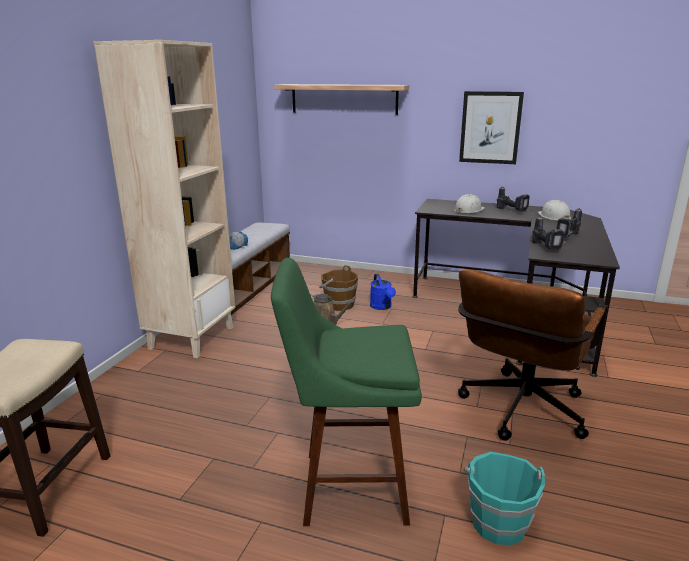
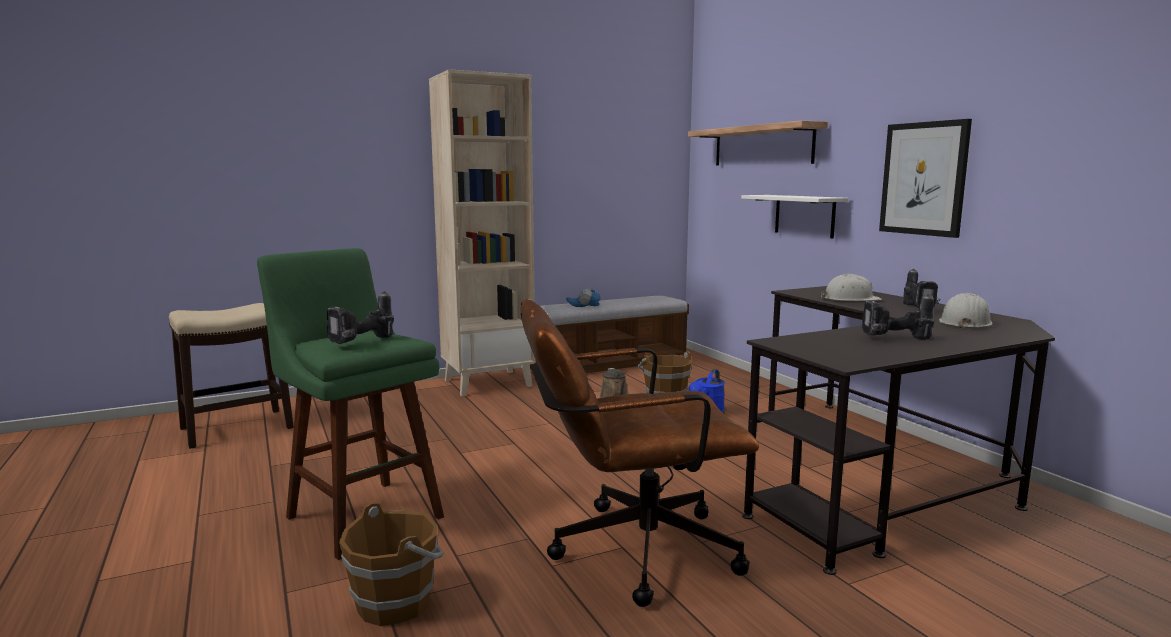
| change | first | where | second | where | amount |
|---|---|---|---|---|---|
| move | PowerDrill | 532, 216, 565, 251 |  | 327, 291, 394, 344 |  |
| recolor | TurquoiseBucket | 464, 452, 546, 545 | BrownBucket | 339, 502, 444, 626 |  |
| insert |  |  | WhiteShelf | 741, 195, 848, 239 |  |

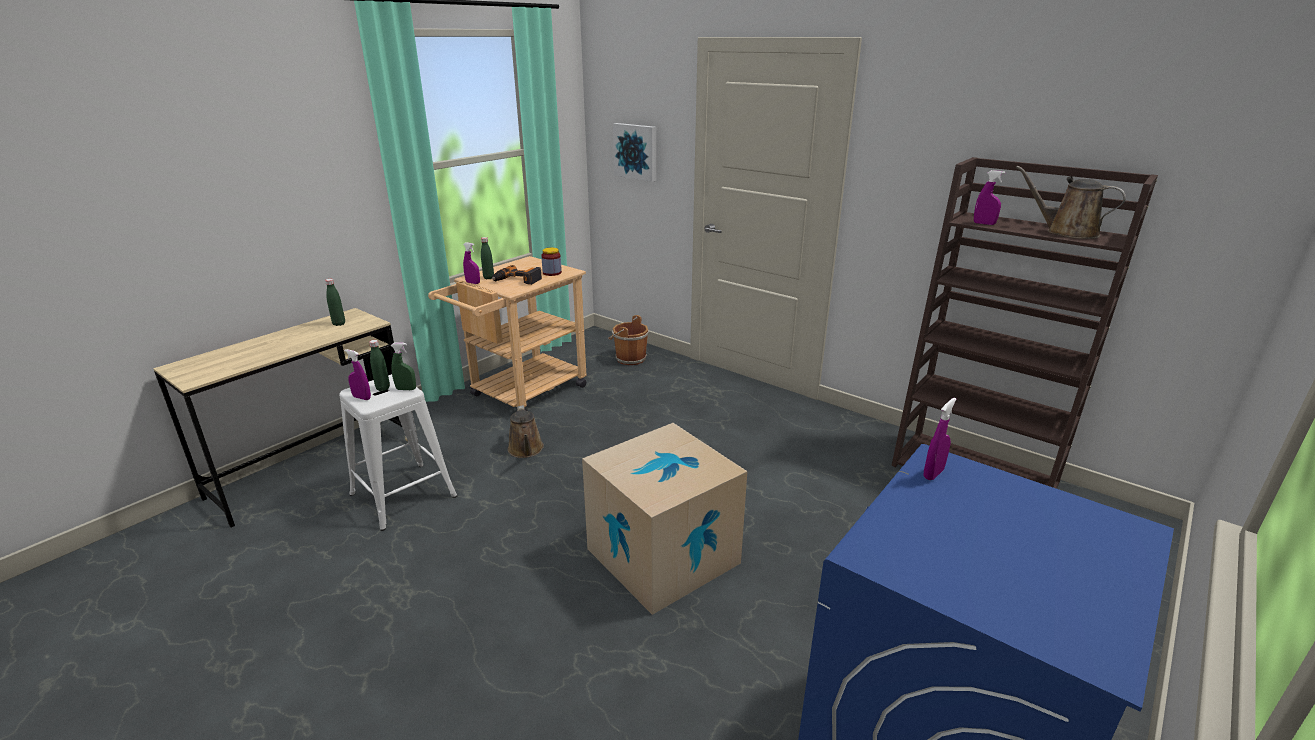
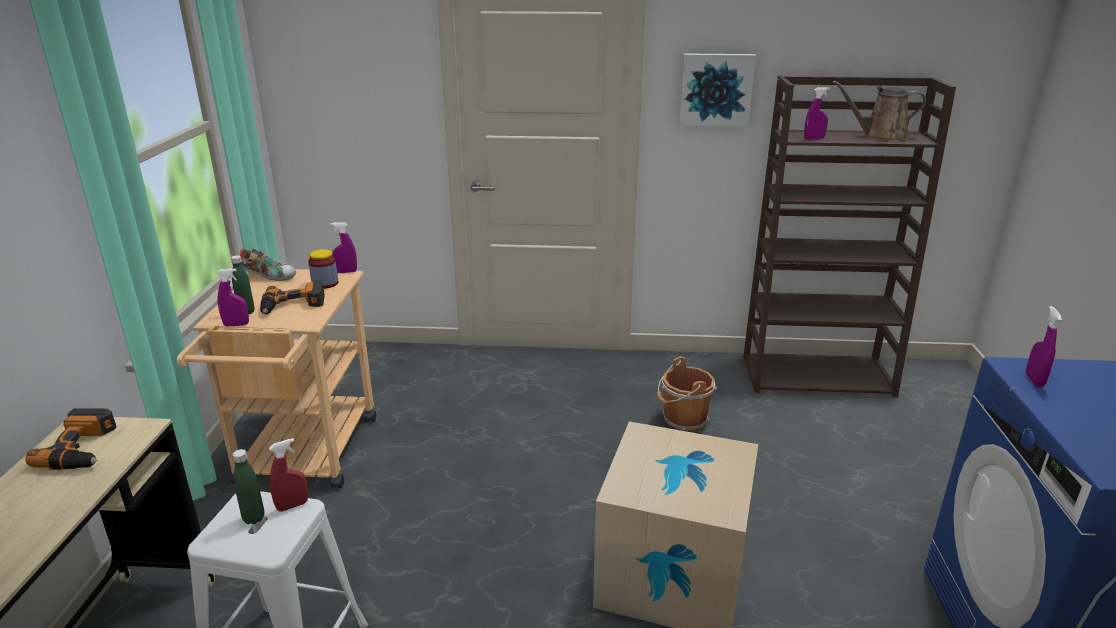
| change | first | where | second | where | amount |
|---|---|---|---|---|---|
| move | Picture | 613, 123, 656, 182 |  | 679, 54, 756, 127 |  |
| replace | GreenBottle | 325, 279, 345, 326 | PowerDrill | 25, 408, 117, 470 |  |
| move | BrownBucket | 609, 315, 649, 365 |  | 657, 357, 717, 432 |  |
| recolor | GreenSprayBottle | 391, 343, 416, 390 | RedSprayBottle | 269, 438, 308, 511 |  |
| move | PurpleSprayBottle | 344, 349, 371, 400 |  | 331, 222, 357, 273 |  |
| delete | BrownWateringCan | 508, 405, 544, 458 |  |  |  |
| insert |  |  | Shoe | 240, 249, 296, 281 |  |

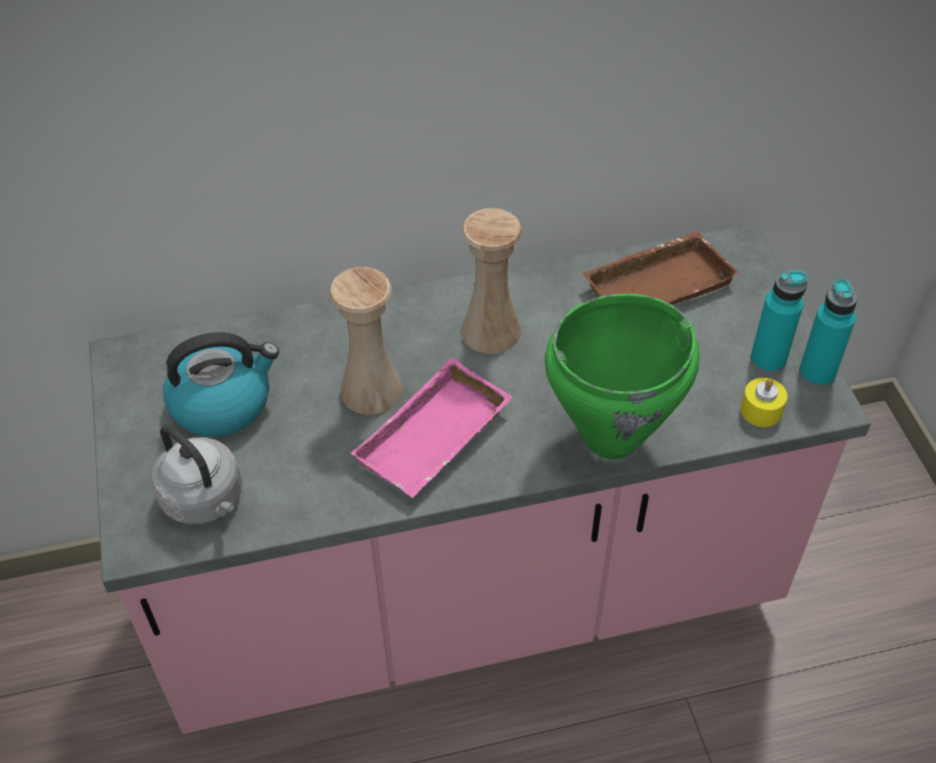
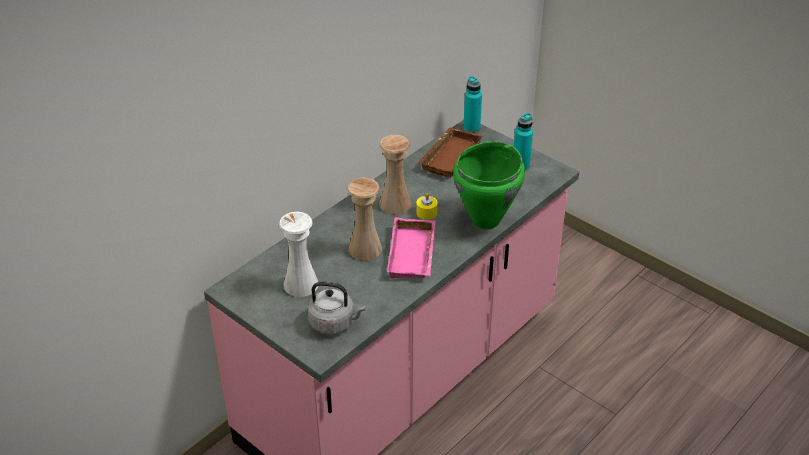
| change | first | where | second | where | amount |
|---|---|---|---|---|---|
| move | TurquoiseBottle | 799, 279, 857, 387 |  | 463, 76, 482, 133 |  |
| replace | Kettle | 163, 332, 279, 437 | WhiteVase | 279, 212, 318, 297 |  |
| move | YellowCandle | 740, 378, 787, 427 |  | 416, 193, 437, 220 |  |

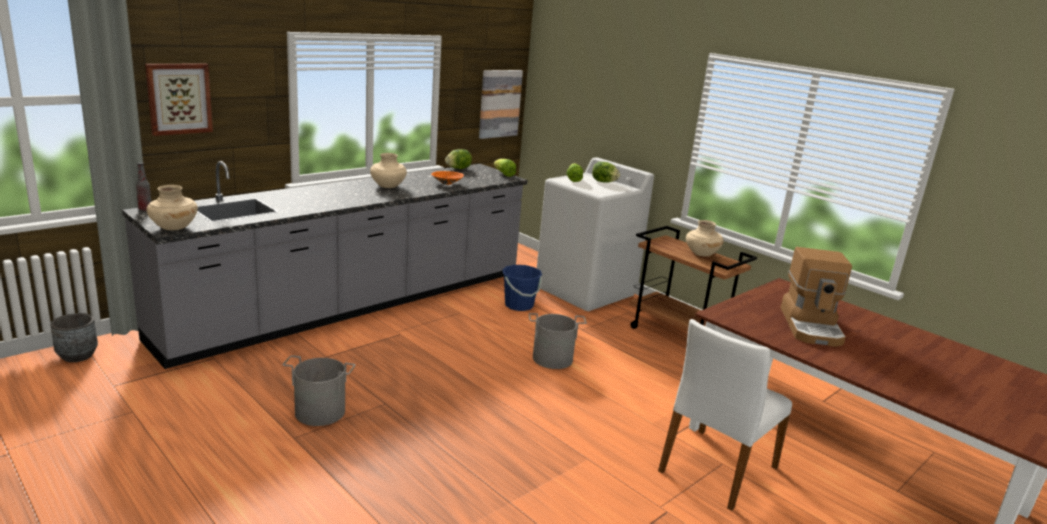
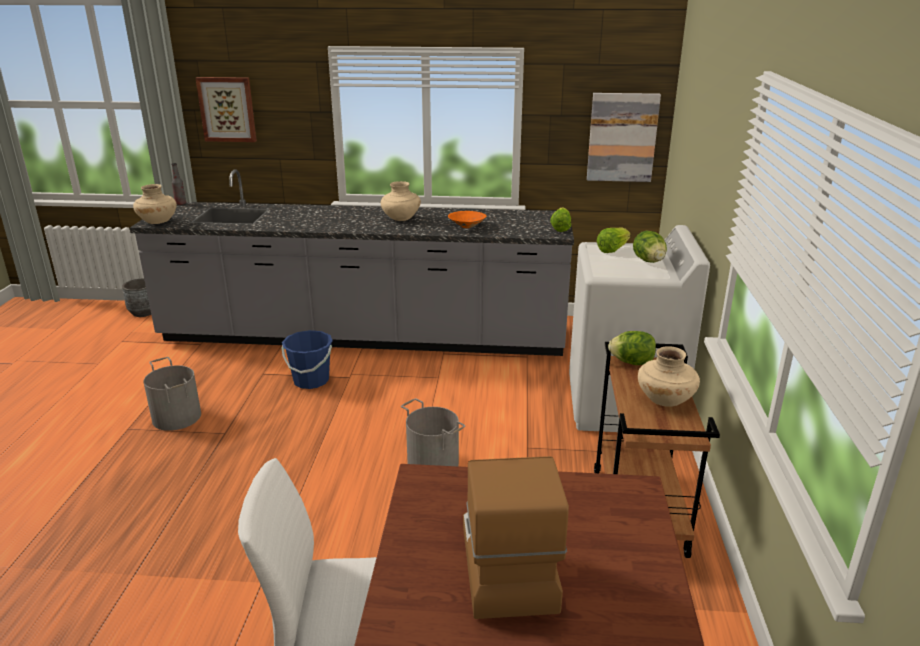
| change | first | where | second | where | amount |
|---|---|---|---|---|---|
| move | Lettuce | 445, 149, 472, 169 |  | 608, 331, 656, 365 |  |
| rotate | CoffeeMachine | 781, 247, 852, 347 |  | 463, 456, 569, 619 | 120 degrees clockwise |
| move | BlueBucket | 502, 265, 542, 311 |  | 281, 330, 333, 389 |  |

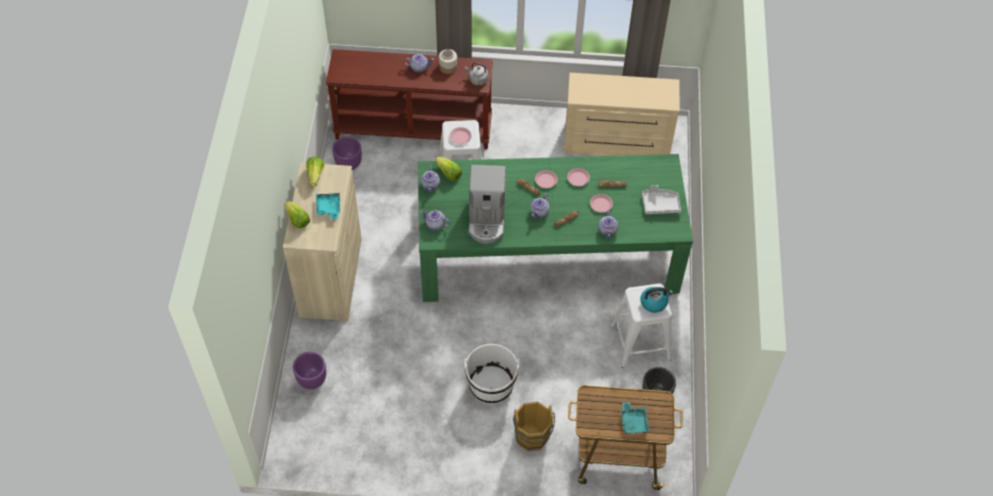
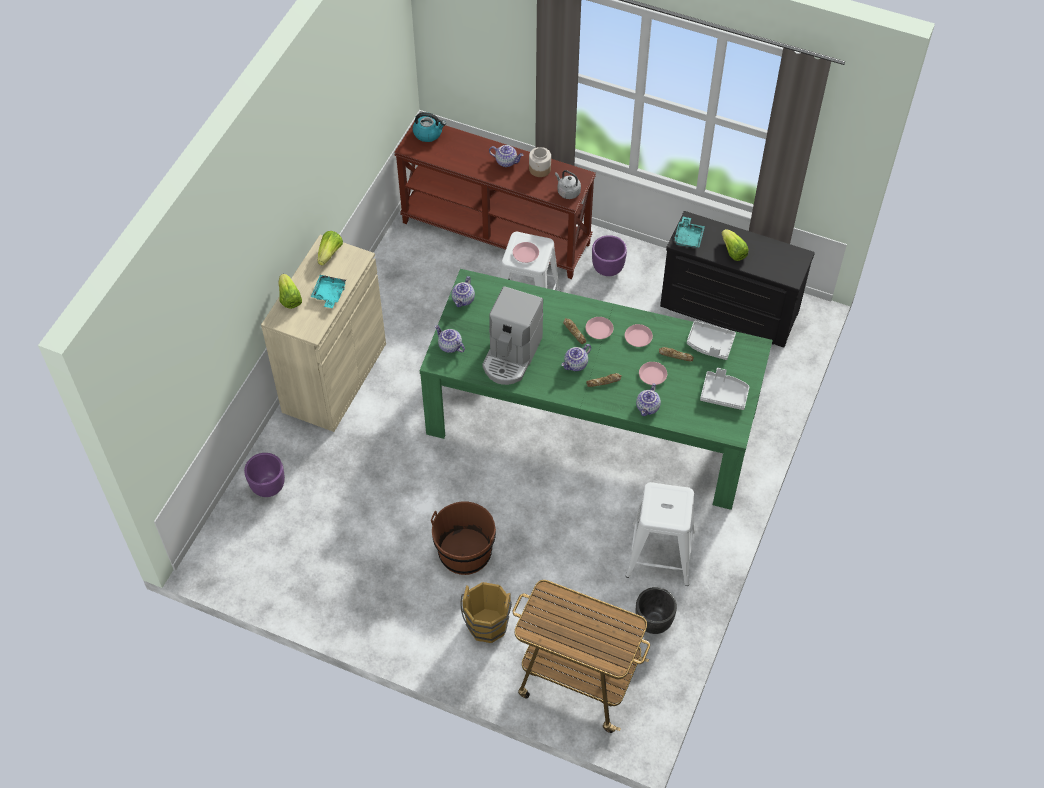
| change | first | where | second | where | amount |
|---|---|---|---|---|---|
| recolor | BeigeDresser | 564, 73, 680, 156 | BlackDresser | 660, 211, 815, 348 |  |
| move | PurplePlanter | 332, 137, 362, 170 |  | 592, 235, 627, 276 |  |
| move | Lettuce | 435, 157, 462, 181 |  | 721, 229, 749, 261 |  |
| move | Kettle | 640, 287, 673, 313 |  | 413, 112, 446, 142 |  |
| recolor | WhiteBucket | 465, 344, 519, 404 | BrownBucket | 431, 501, 496, 575 |  |
| move | TurquoiseTray | 621, 402, 650, 434 |  | 674, 217, 705, 248 |  |
| insert |  |  | GreyTray | 687, 321, 736, 360 |  |

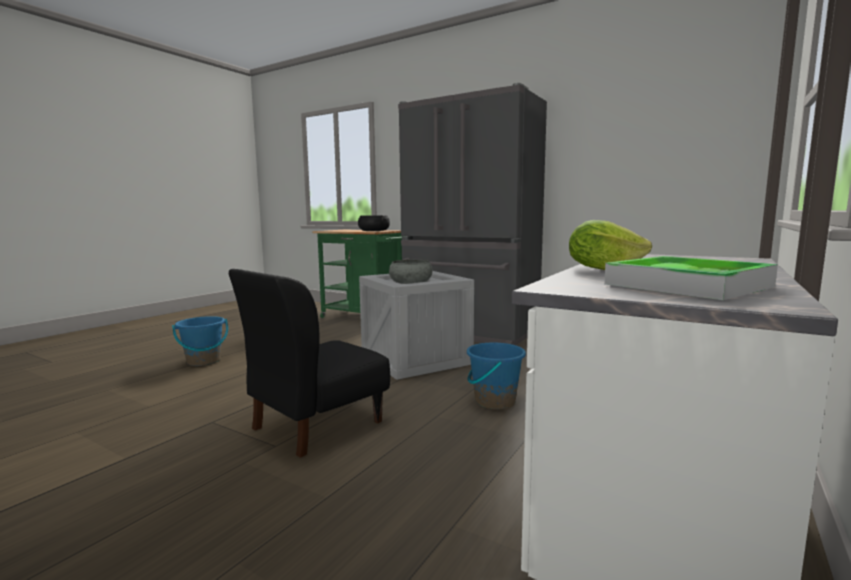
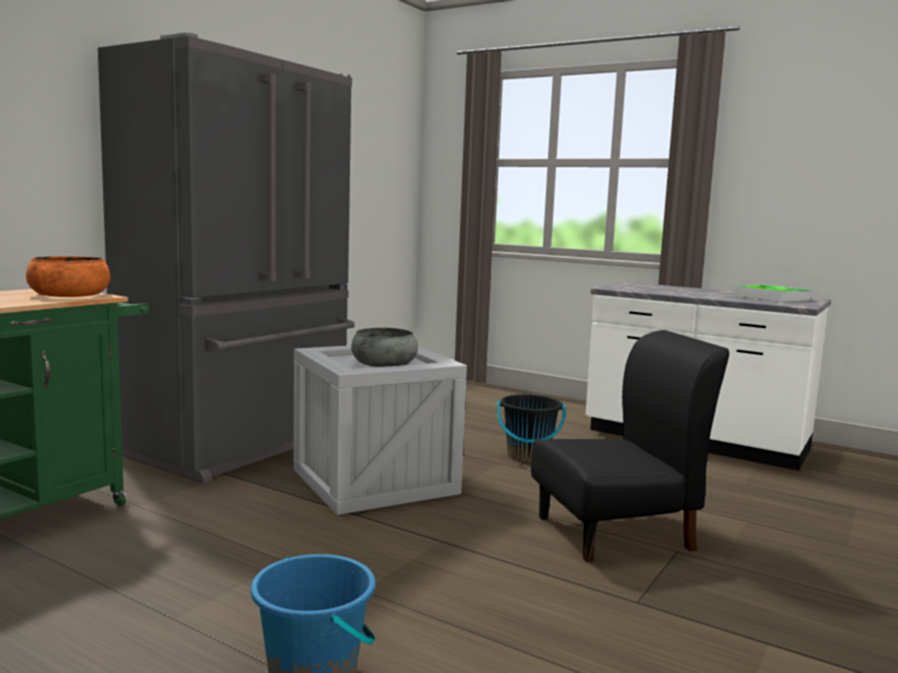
| change | first | where | second | where | amount |
|---|---|---|---|---|---|
| recolor | BlackBowl | 358, 215, 390, 231 | OrangeBowl | 26, 256, 111, 297 |  |
| delete | Lettuce | 569, 220, 652, 270 |  |  |  |
| rotate | BlackChair | 229, 269, 390, 458 |  | 531, 330, 729, 562 | 60 degrees counterclockwise |
| recolor | BlueBucket | 467, 343, 526, 410 | BlackBucket | 497, 394, 566, 463 |  |

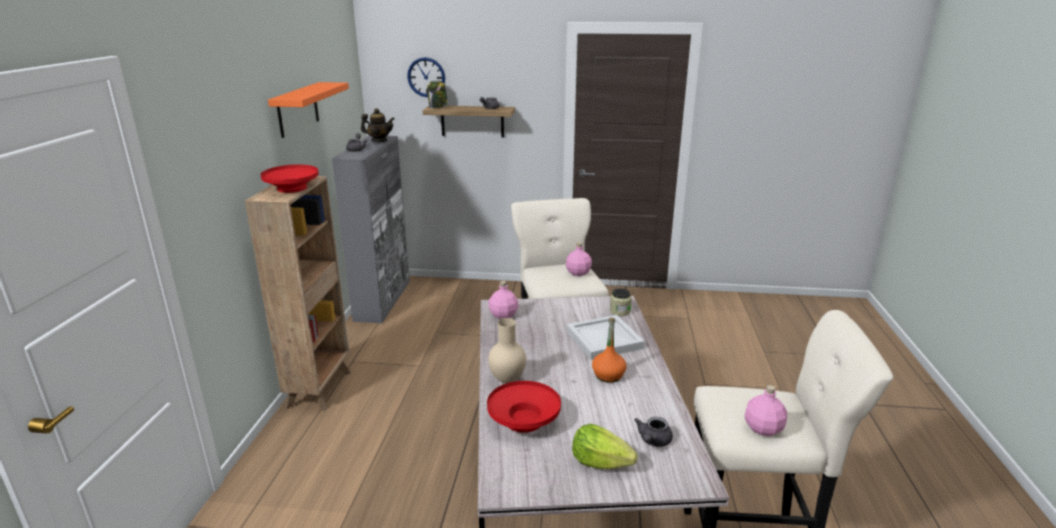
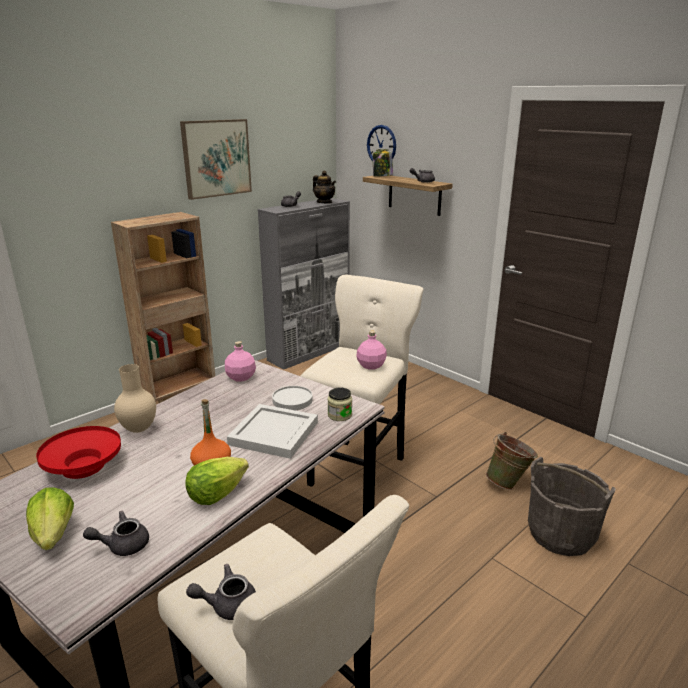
| change | first | where | second | where | amount |
|---|---|---|---|---|---|
| replace | OrangeShelf | 268, 82, 349, 138 | Picture | 180, 119, 252, 200 |  |
| delete | RedBowl | 260, 164, 319, 193 |  |  |  |
| replace | PinkBottle | 744, 385, 787, 436 | GreyTeapot | 186, 564, 256, 620 |  |
| insert |  |  | WhitePlate | 272, 386, 312, 410 |  |
| insert |  |  | GreenBucket | 486, 432, 538, 490 |  |
| insert |  |  | Lettuce | 185, 457, 249, 505 |  |
| insert |  |  | GreyBucket | 528, 457, 616, 556 |  |

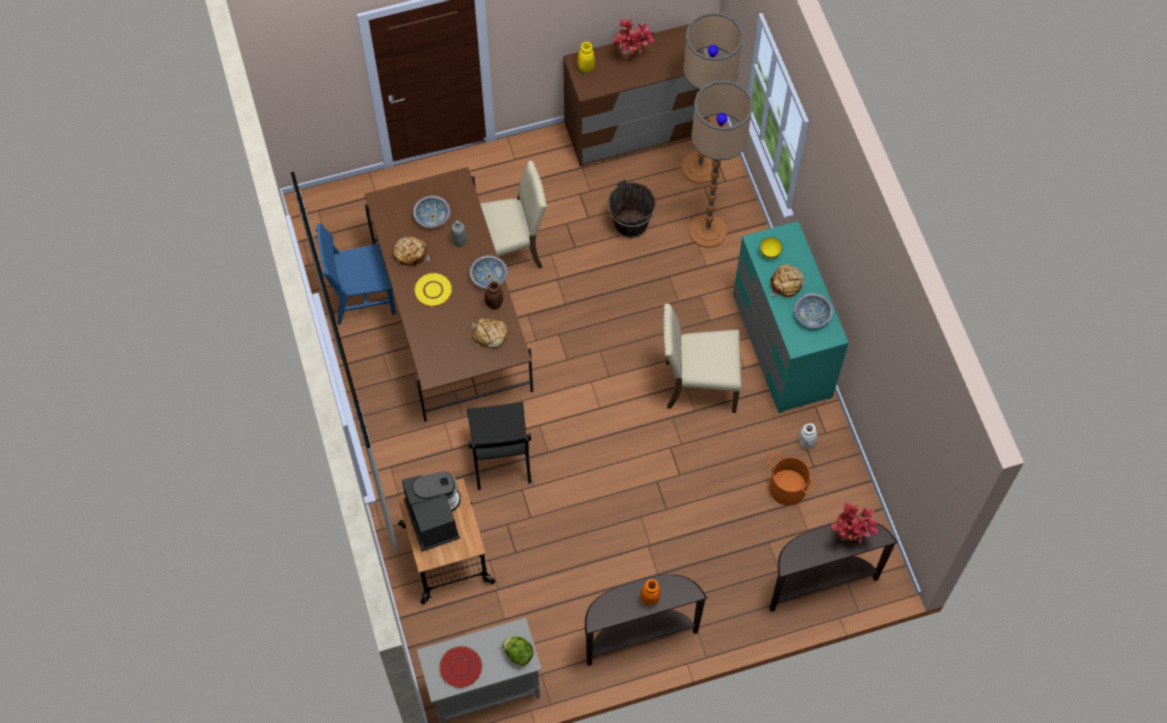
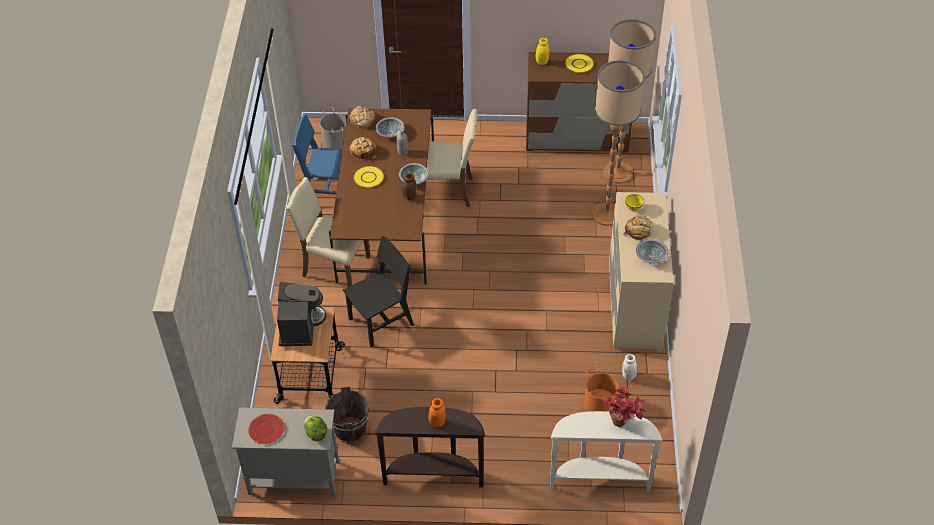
| change | first | where | second | where | amount |
|---|---|---|---|---|---|
| replace | PottedPlant | 612, 19, 654, 61 | YellowPlate | 565, 54, 594, 73 |  |
| move | BrownBucket | 608, 179, 656, 238 |  | 325, 387, 369, 443 |  |
| recolor | TurquoiseDresser | 733, 221, 849, 413 | BeigeDresser | 609, 192, 674, 351 |  |
| move | BeigeChair | 664, 304, 742, 413 |  | 285, 177, 370, 287 |  |
| move | Bread | 472, 318, 508, 349 |  | 349, 106, 376, 128 |  |
| rotate | BlackChair | 467, 402, 531, 490 |  | 343, 236, 414, 347 | 135 degrees counterclockwise |
| recolor | BrownConsoleTable | 770, 523, 898, 612 | WhiteConsoleTable | 550, 411, 662, 492 |  |
| insert |  |  | GreyBucket | 320, 107, 346, 149 |  |

